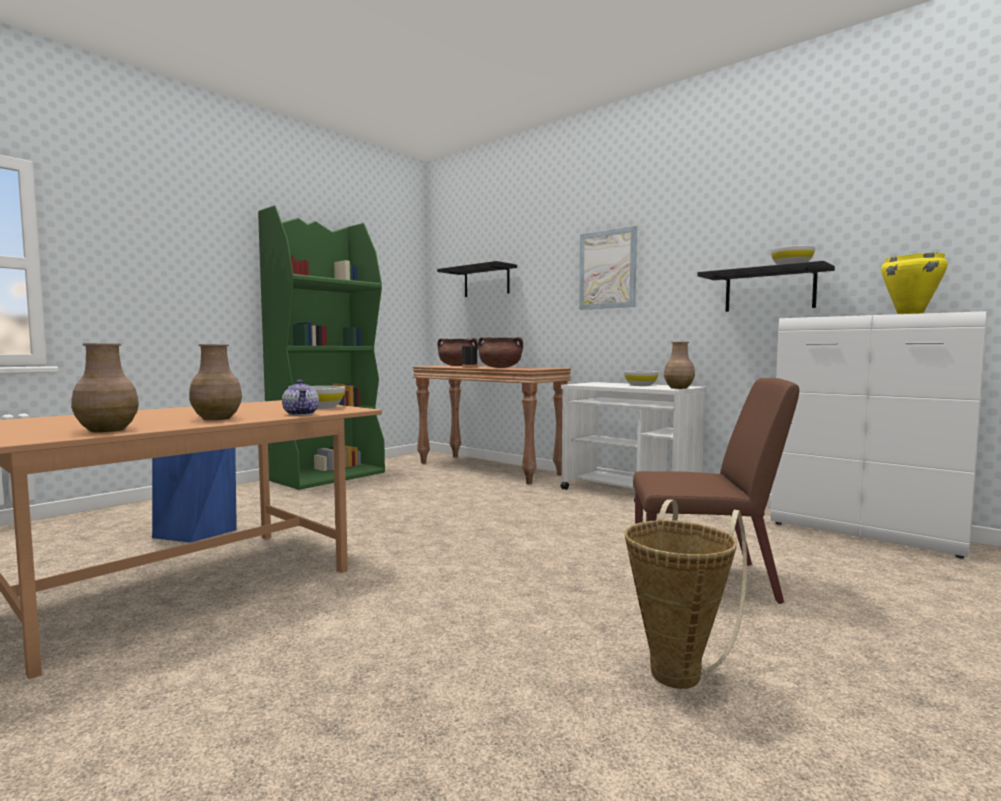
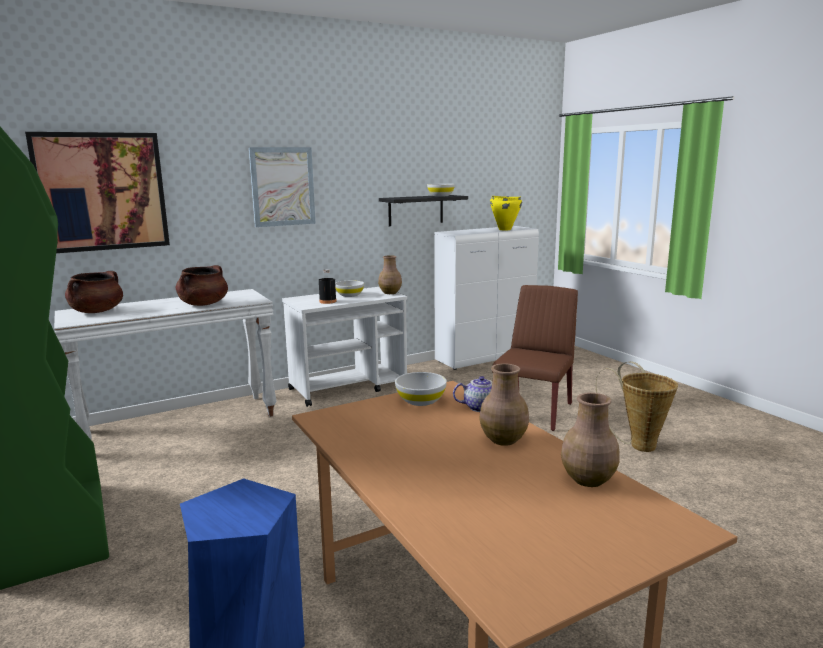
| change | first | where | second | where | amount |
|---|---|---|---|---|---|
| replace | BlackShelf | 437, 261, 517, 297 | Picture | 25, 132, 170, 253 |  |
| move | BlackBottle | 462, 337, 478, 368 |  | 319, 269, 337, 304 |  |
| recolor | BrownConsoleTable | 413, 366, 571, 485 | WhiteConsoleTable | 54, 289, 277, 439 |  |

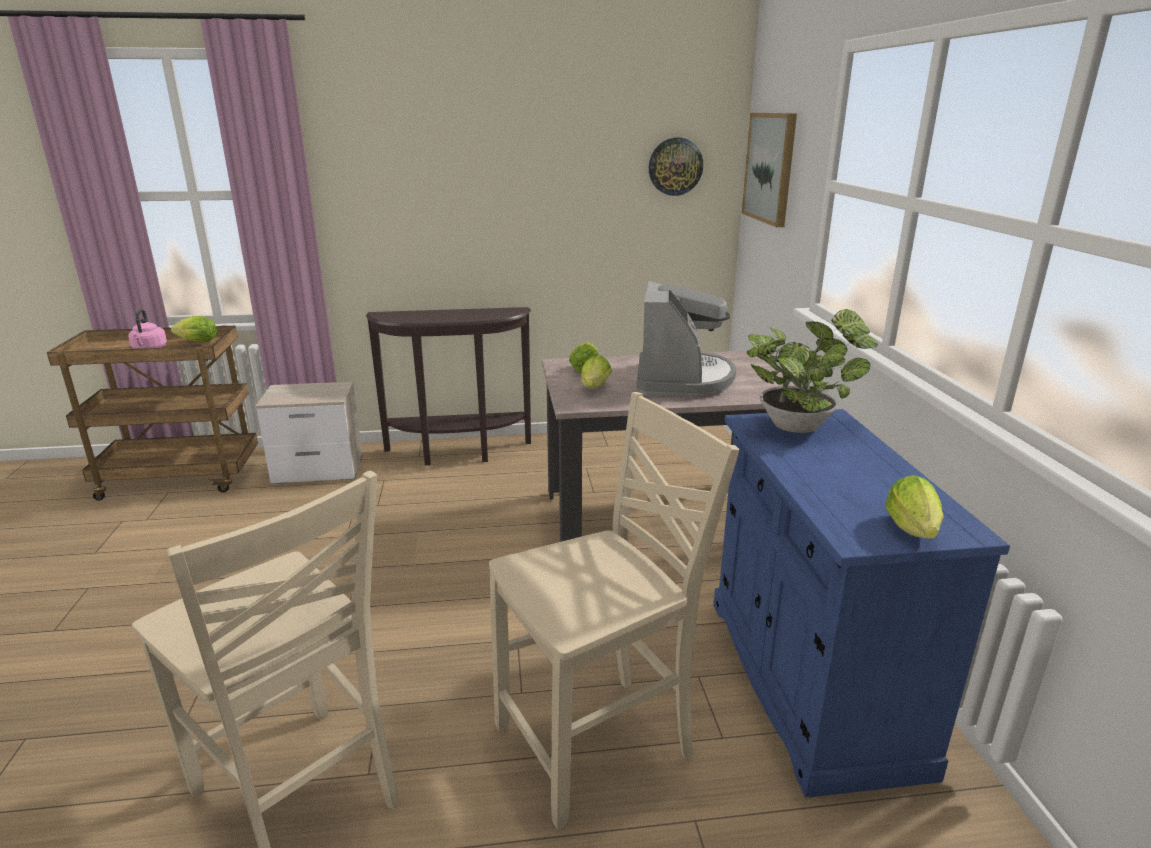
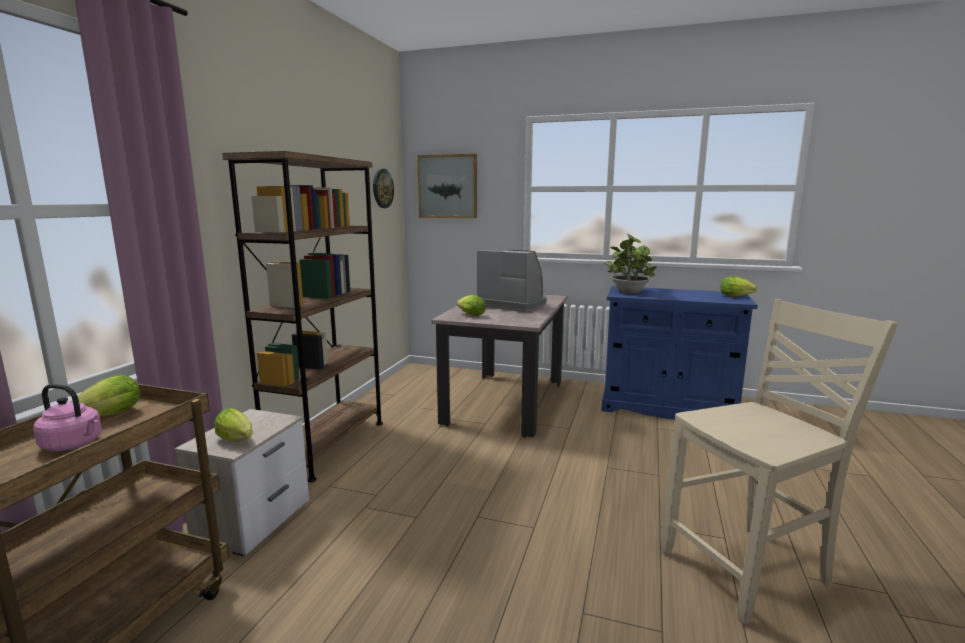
| change | first | where | second | where | amount |
|---|---|---|---|---|---|
| replace | BrownConsoleTable | 366, 307, 531, 465 | BrownBookcase | 222, 151, 383, 482 |  |
| move | Lettuce | 581, 355, 612, 389 |  | 215, 408, 253, 442 |  |
| delete | BeigeChair | 489, 392, 739, 830 |  |  |  |

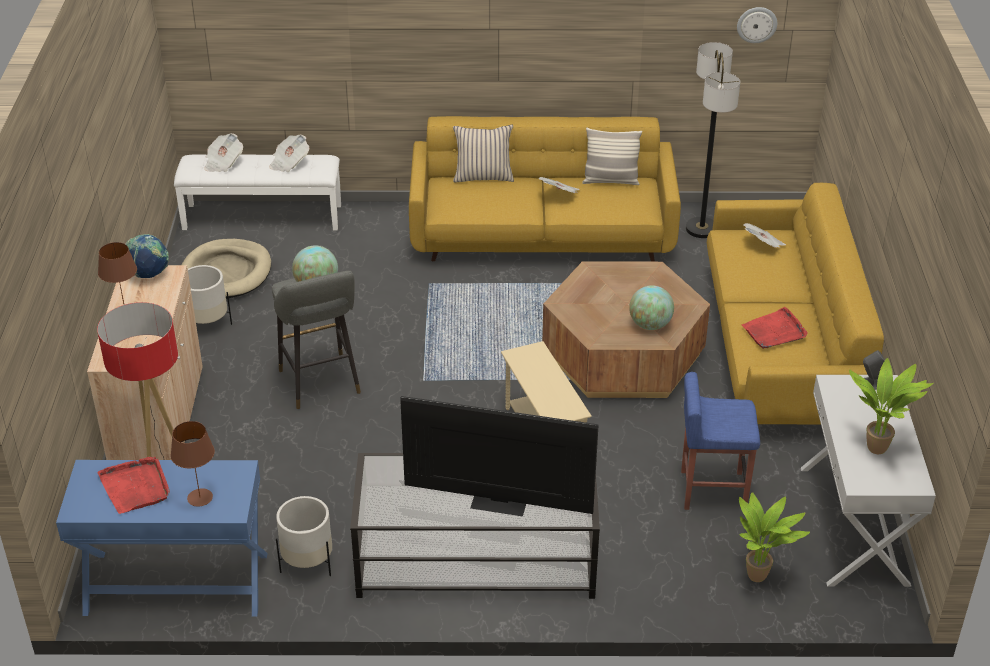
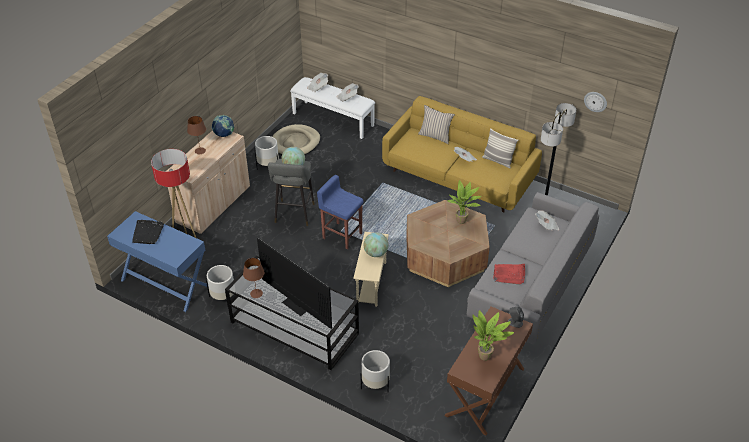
| change | first | where | second | where | amount |
|---|---|---|---|---|---|
| recolor | YellowSofa | 707, 183, 884, 424 | GreySofa | 467, 192, 599, 344 |  |
| move | Globe | 629, 285, 674, 330 |  | 363, 232, 388, 257 |  |
| move | BlueStool | 681, 372, 760, 510 |  | 317, 175, 363, 250 |  |
| recolor | WhiteConsoleTable | 801, 375, 936, 587 | BrownConsoleTable | 444, 306, 533, 435 |  |
| move | BrownTableLamp | 170, 421, 215, 507 |  | 243, 258, 264, 298 |  |
| recolor | RedTray | 97, 457, 170, 514 | BlackTray | 132, 220, 164, 244 |  |
| move | PottedPlant | 739, 492, 810, 582 |  | 447, 180, 482, 224 |  |
| insert |  |  | WhitePlanter | 361, 350, 390, 392 |  |

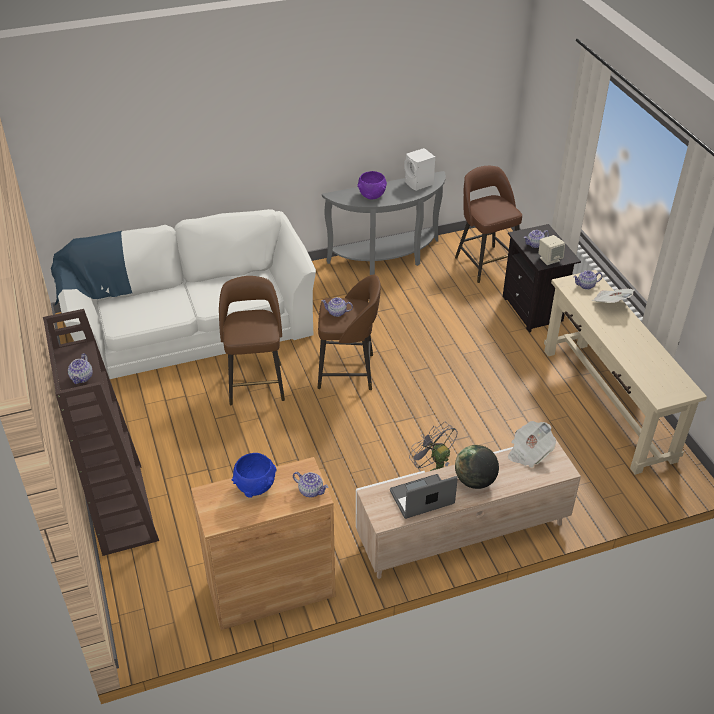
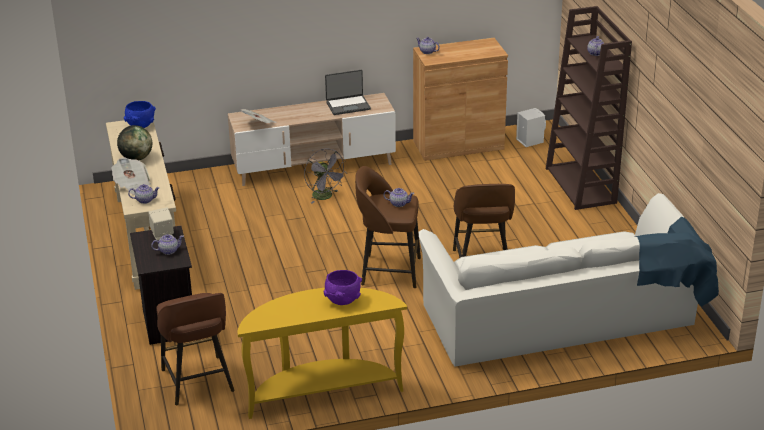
| change | first | where | second | where | amount |
|---|---|---|---|---|---|
| move | WhiteSpeaker | 404, 148, 435, 191 |  | 516, 108, 546, 147 |  |
| recolor | GreyConsoleTable | 322, 171, 446, 275 | YellowConsoleTable | 237, 287, 407, 419 |  |
| move | Globe | 455, 445, 499, 489 |  | 117, 125, 152, 160 |  |
| move | BlueBowl | 232, 453, 277, 498 |  | 124, 101, 156, 128 |  |

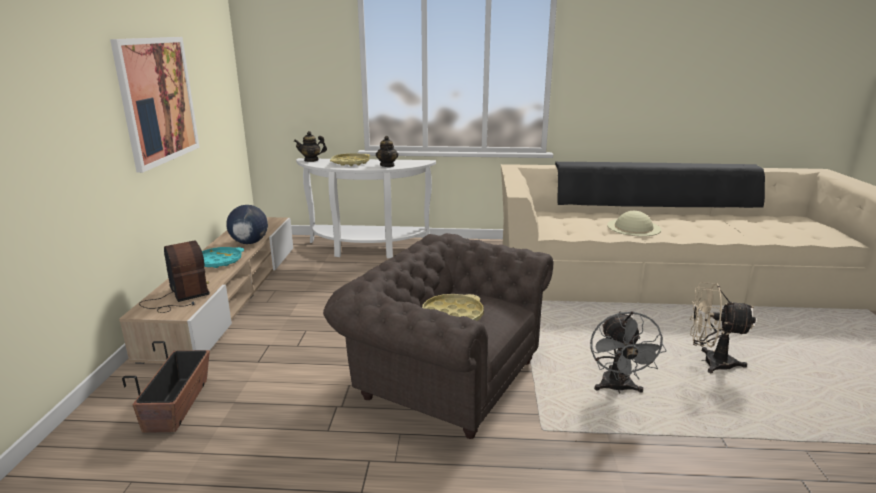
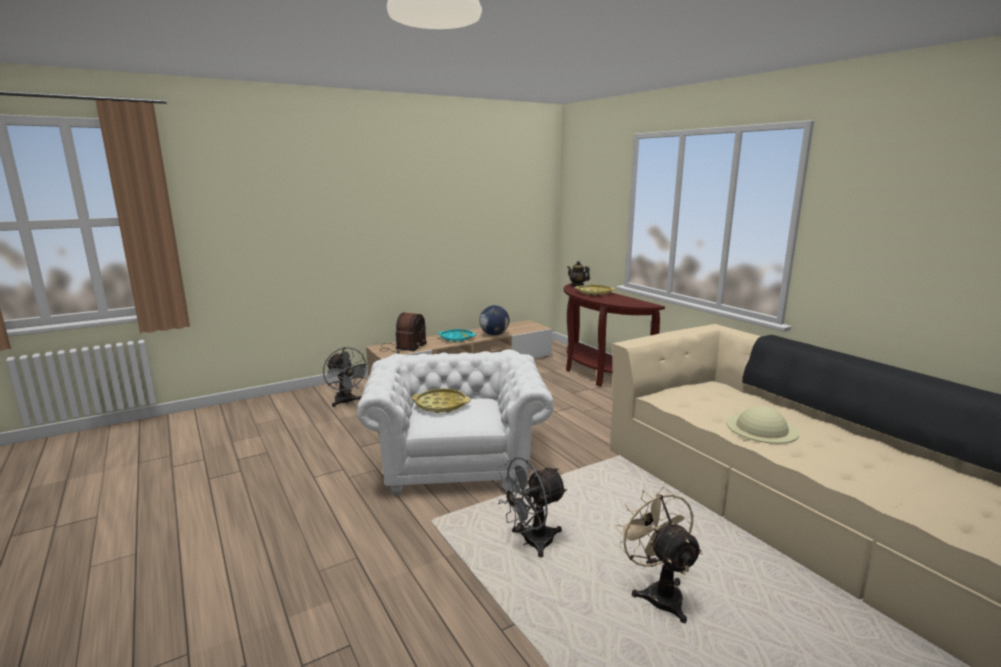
| change | first | where | second | where | amount |
|---|---|---|---|---|---|
| delete | Picture | 110, 37, 200, 173 |  |  |  |
| delete | Teapot | 376, 136, 398, 167 |  |  |  |
| recolor | WhiteConsoleTable | 296, 158, 436, 258 | BrownConsoleTable | 563, 283, 665, 387 |  |
| recolor | BrownArmchair | 323, 233, 554, 439 | WhiteArmchair | 357, 349, 554, 496 |  |
| replace | Planter | 122, 341, 210, 433 | GreyFan | 323, 347, 369, 407 |  |

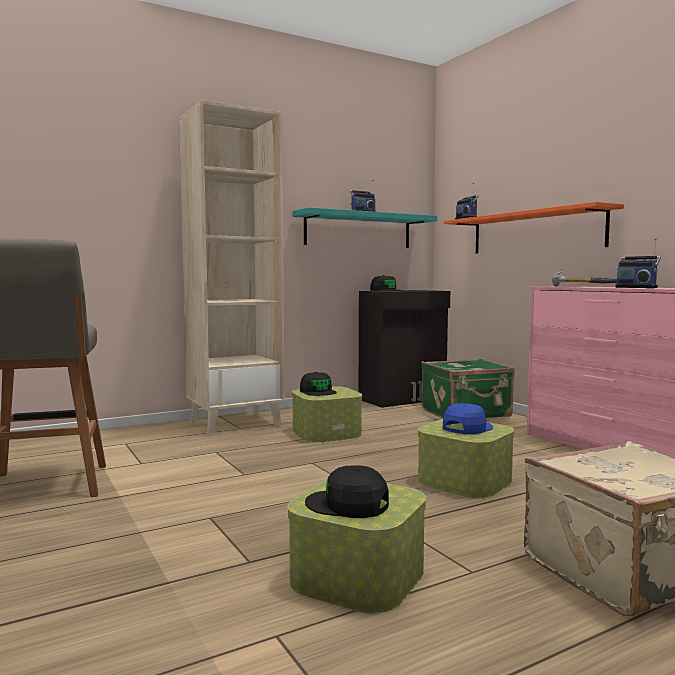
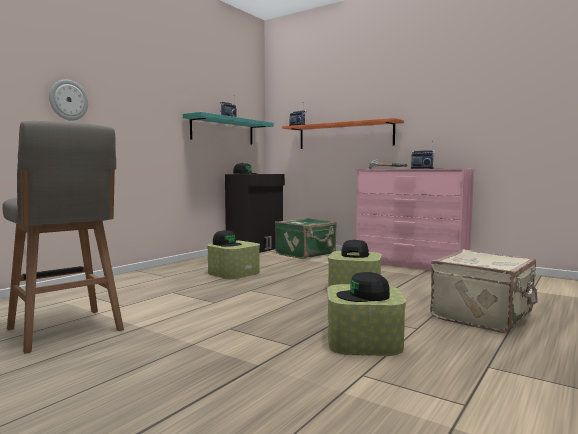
| change | first | where | second | where | amount |
|---|---|---|---|---|---|
| delete | BeigeBookcase | 179, 100, 285, 436 |  |  |  |
| recolor | BlueCap | 443, 403, 493, 434 | BlackCap | 341, 240, 370, 258 |  |
| insert |  |  | WallClock | 49, 80, 88, 121 |  |

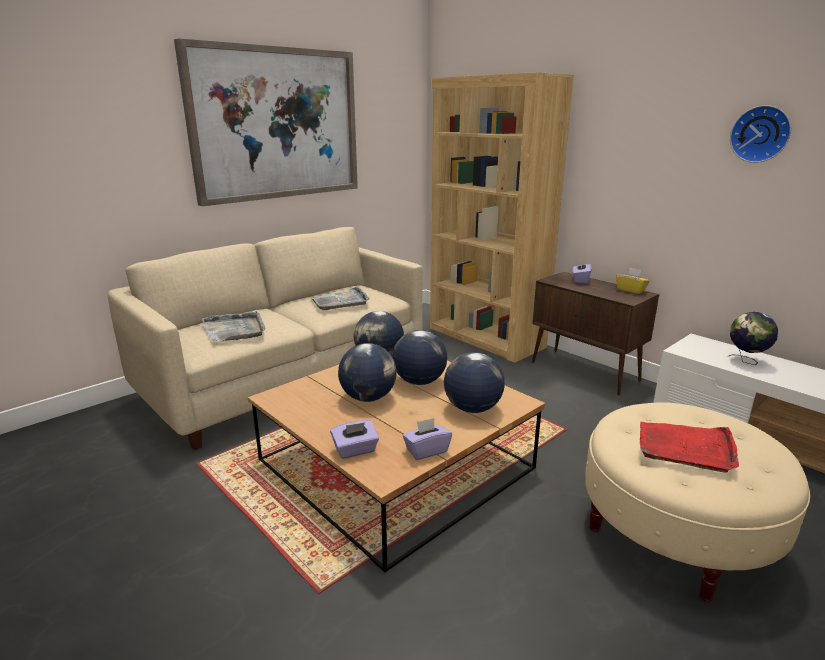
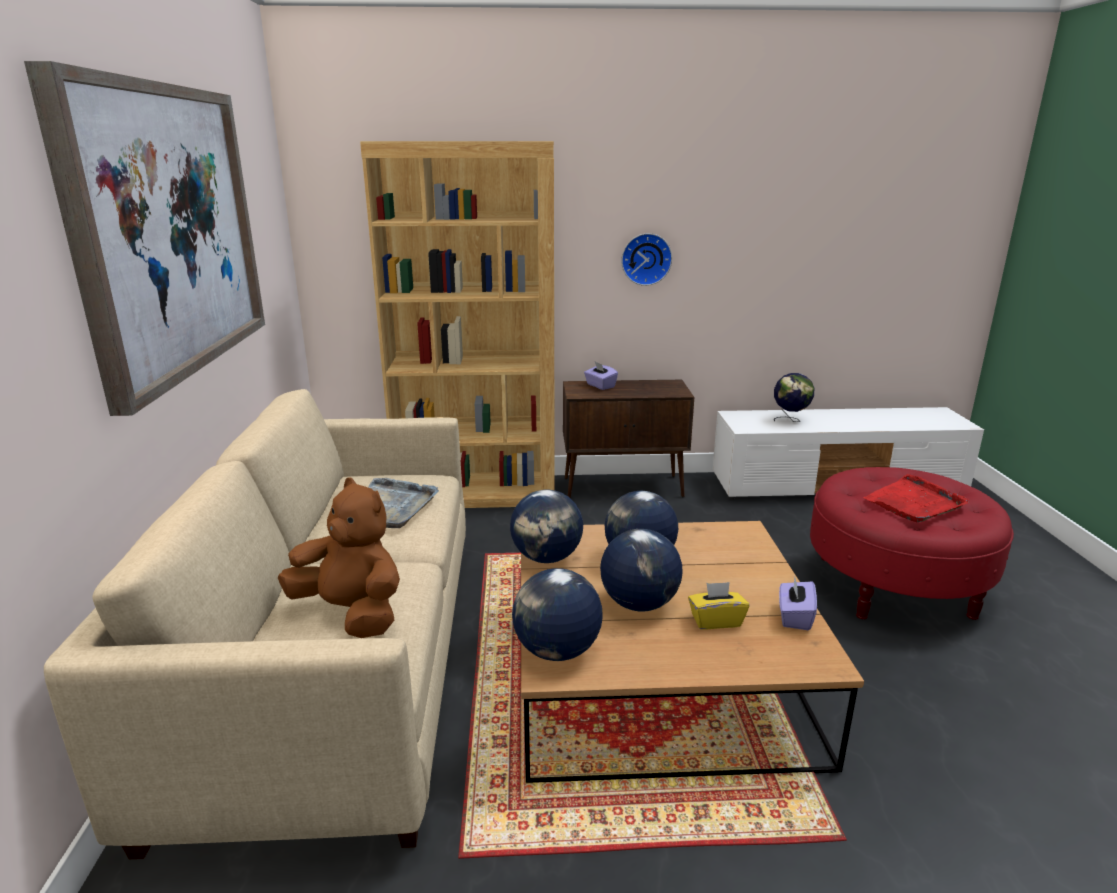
| change | first | where | second | where | amount |
|---|---|---|---|---|---|
| move | WallClock | 730, 105, 791, 163 |  | 621, 233, 672, 286 |  |
| move | YellowTissueBox | 616, 268, 650, 294 |  | 688, 582, 749, 629 |  |
| replace | GreyTray | 202, 311, 266, 342 | BrownPlushToy | 278, 478, 400, 638 |  |
| move | Globe | 444, 352, 505, 413 |  | 512, 568, 603, 661 |  |
| recolor | BeigeOttoman | 585, 402, 810, 602 | RedOttoman | 810, 467, 1014, 620 |  |
| delete | PurpleTissueBox | 330, 420, 379, 459 |  |  |  |

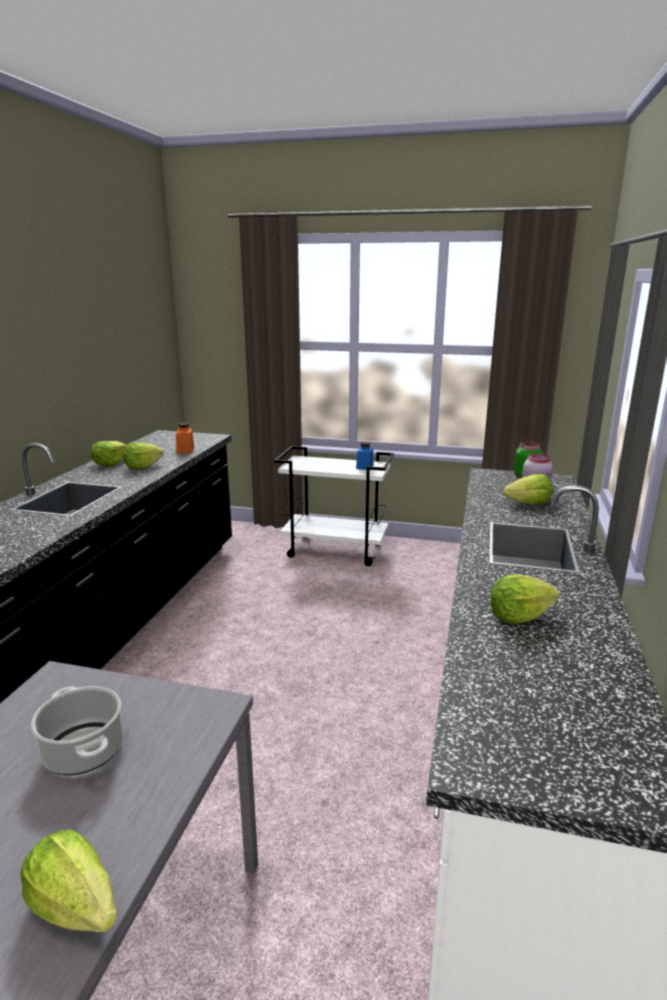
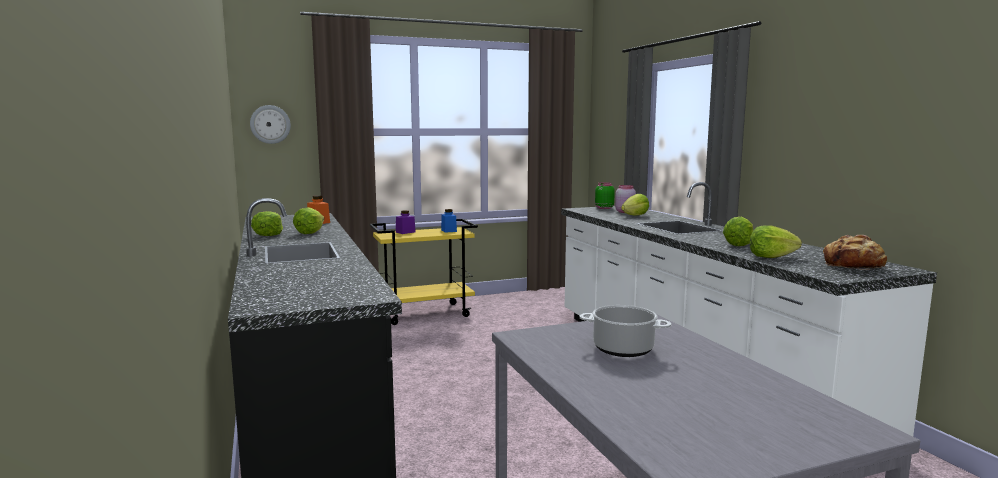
| change | first | where | second | where | amount |
|---|---|---|---|---|---|
| recolor | WhiteCart | 274, 446, 394, 566 | YellowCart | 370, 219, 478, 325 |  |
| move | Lettuce | 20, 830, 117, 932 |  | 750, 226, 802, 258 |  |
| insert |  |  | WallClock | 250, 105, 291, 144 |  |
| insert |  |  | PurpleJar | 396, 210, 416, 234 |  |
| insert |  |  | Bread | 823, 235, 887, 270 |  |

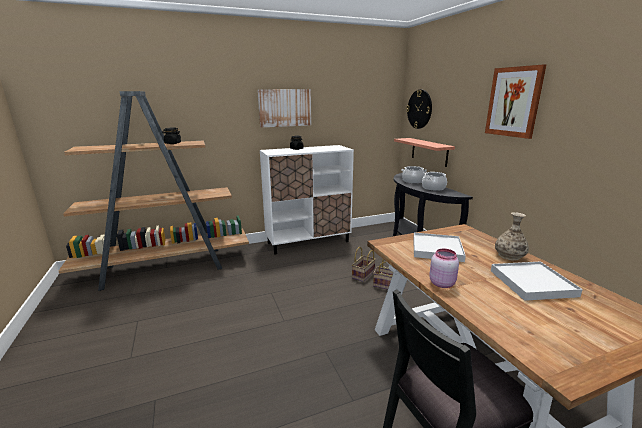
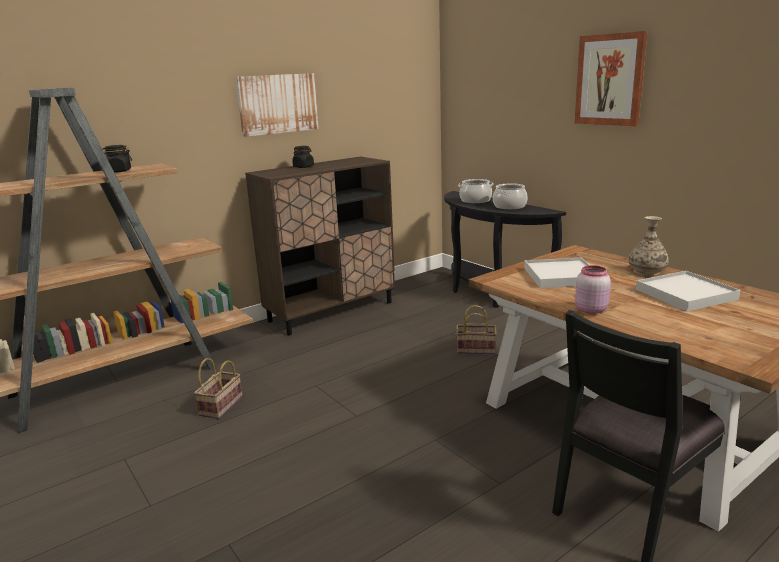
| change | first | where | second | where | amount |
|---|---|---|---|---|---|
| delete | WallClock | 406, 90, 432, 129 |  |  |  |
| delete | Shelf | 394, 138, 455, 167 |  |  |  |
| recolor | WhiteCabinet | 260, 145, 354, 255 | BrownCabinet | 245, 156, 395, 335 |  |
| move | Basket | 352, 247, 376, 282 |  | 194, 358, 242, 419 |  |

